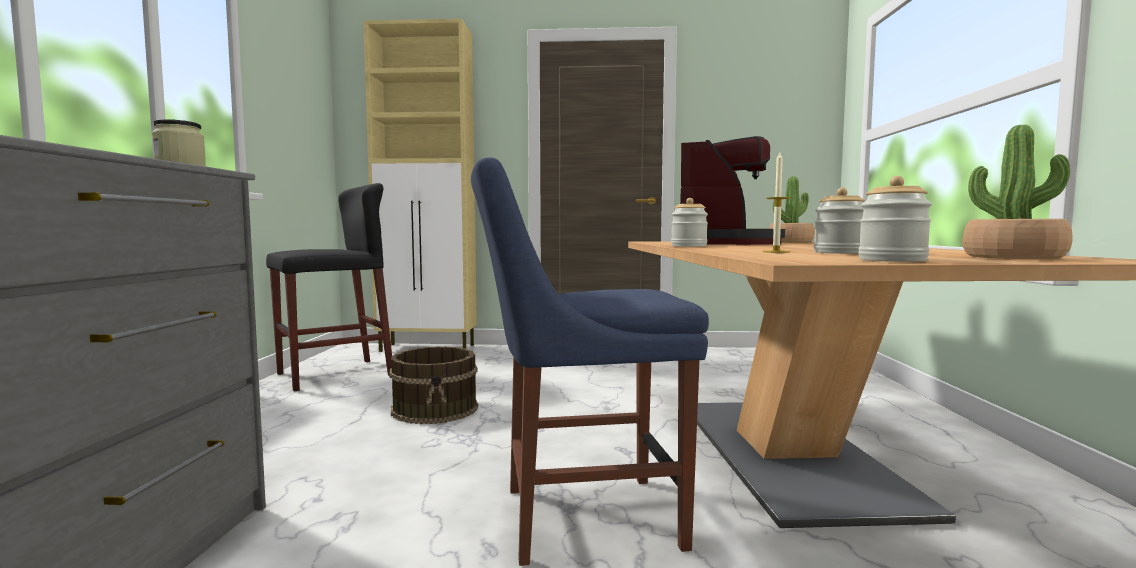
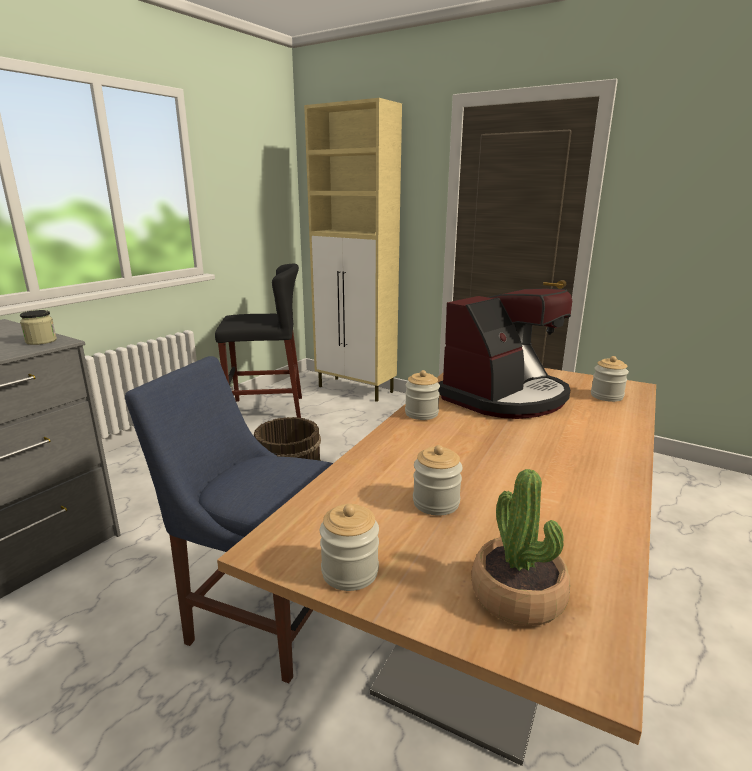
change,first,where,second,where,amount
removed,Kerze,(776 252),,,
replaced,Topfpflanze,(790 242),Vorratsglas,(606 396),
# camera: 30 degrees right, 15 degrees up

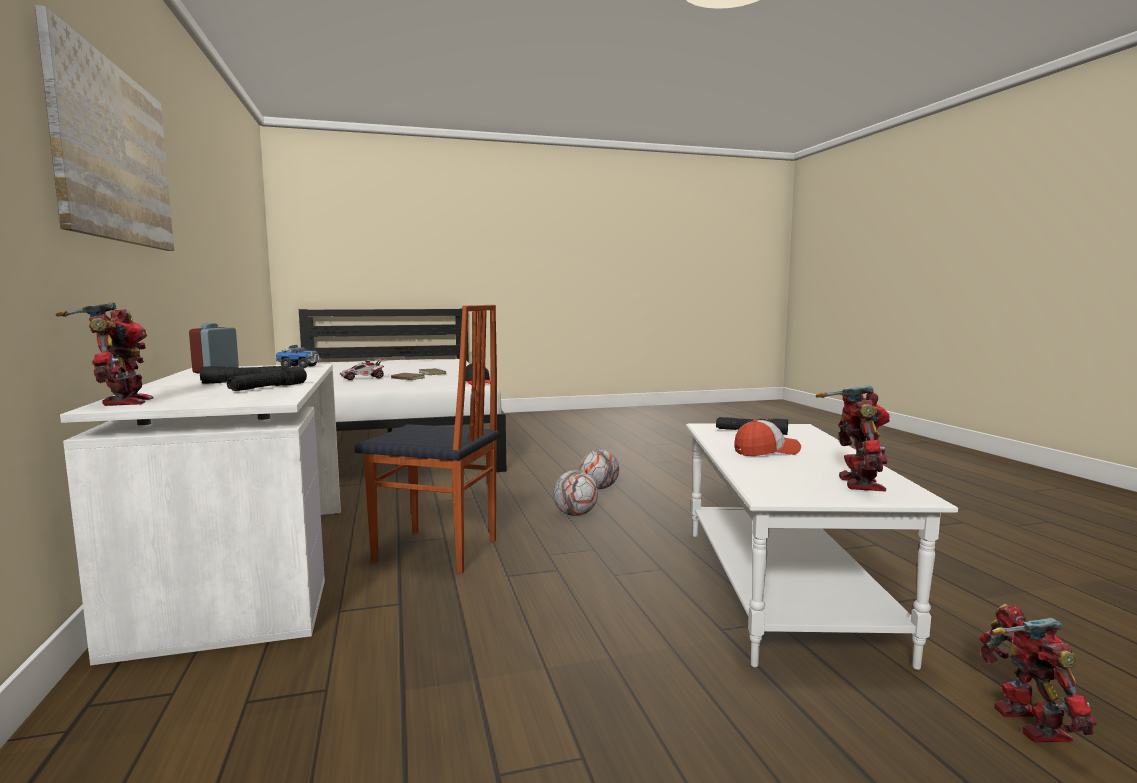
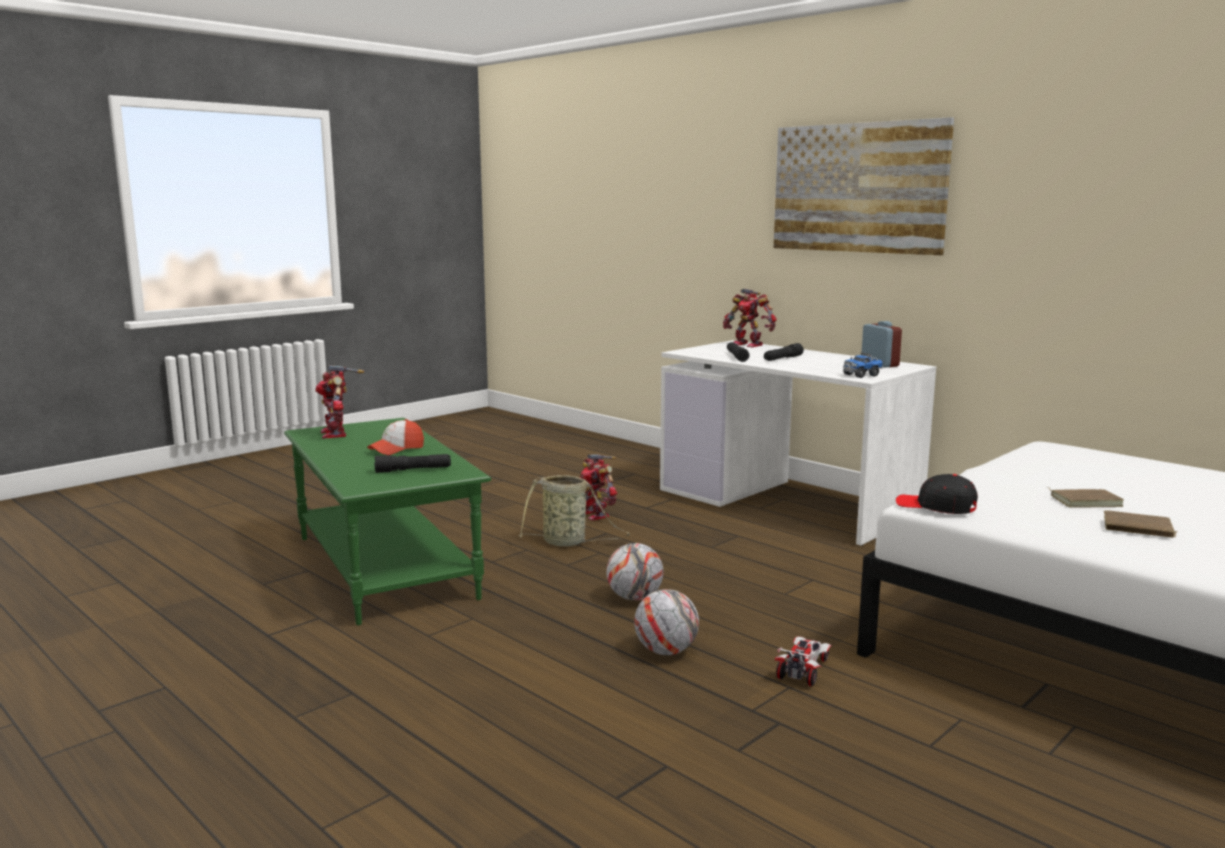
change,first,where,second,where,amount
moved,Spielzeugauto,(363 378),,(803 670),
removed,Stuhl,(436 552),,,
recoloured,Couchtisch [weiß],(779 588),Couchtisch [grün],(386 567),
moved,Spielzeugroboter,(1026 724),,(595 514),
added,,,Korb,(567 542),
# camera: 150 degrees right, 5 degrees up

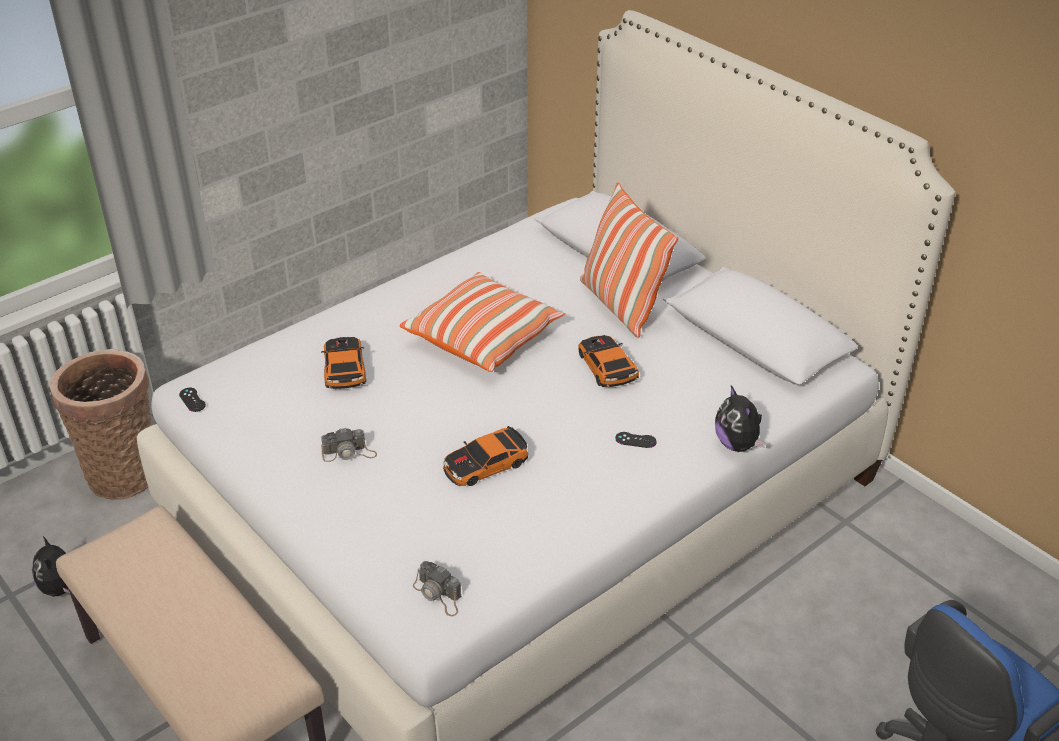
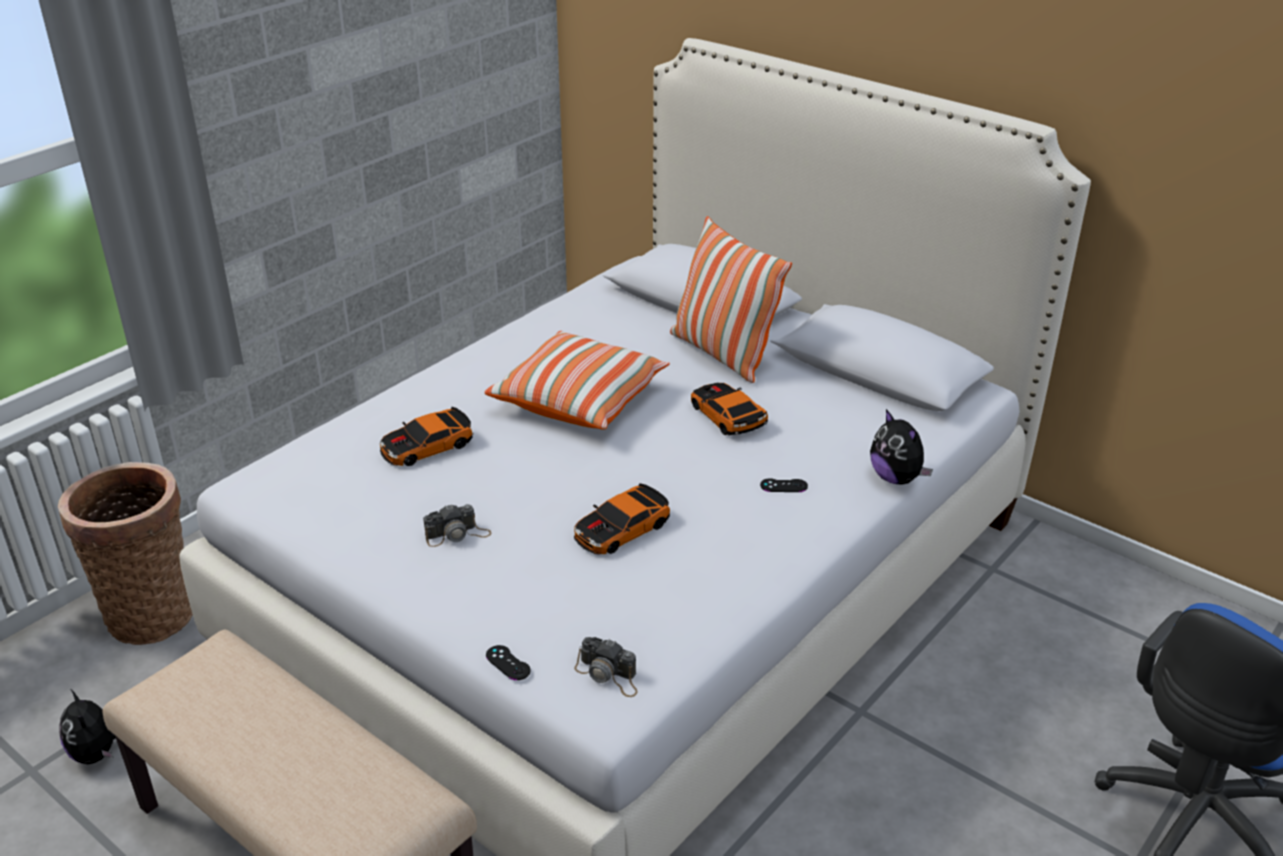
change,first,where,second,where,amount
moved,Gamepad [schwarz],(192 400),,(508 663),
turned,Spielzeugauto,(343 369),,(427 446),105 degrees counterclockwise
# camera: 10 degrees left, 5 degrees down

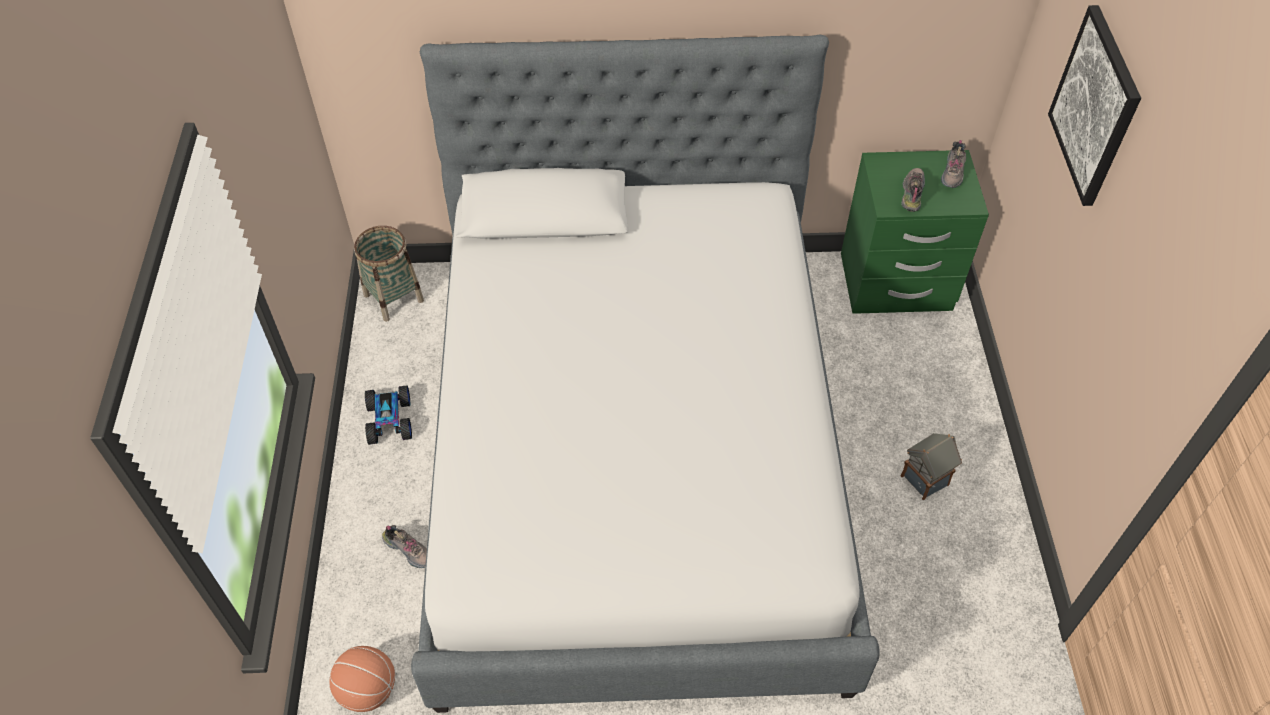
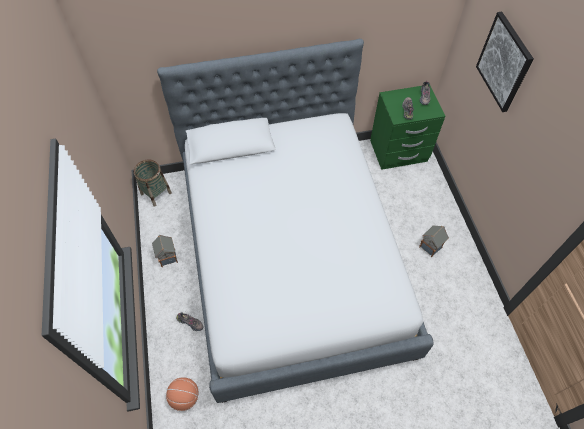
change,first,where,second,where,amount
replaced,Spielzeugauto,(391 420),Spielzeughaus,(168 257),
# camera: 10 degrees left, 5 degrees up

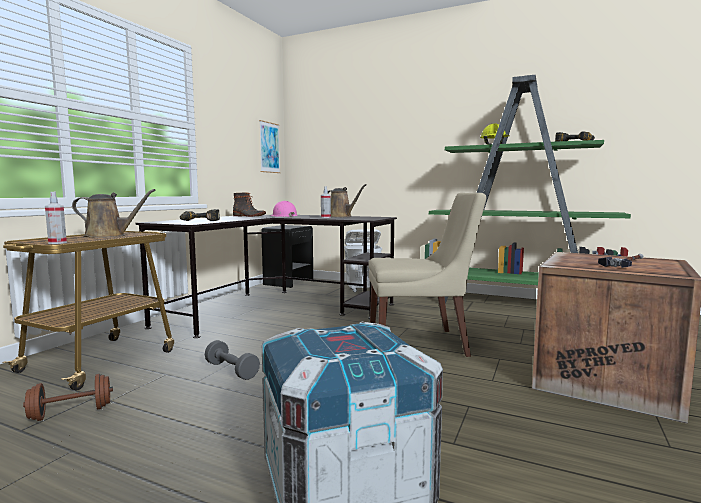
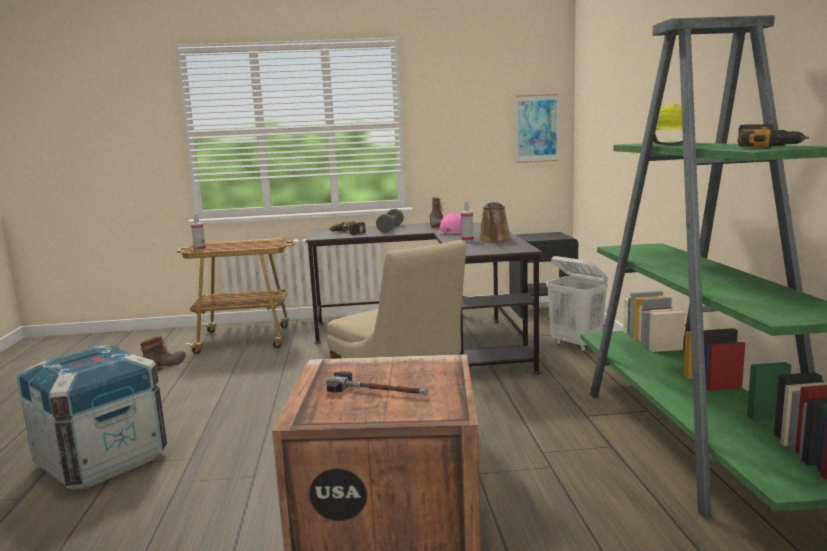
change,first,where,second,where,amount
replaced,Hantel [braun],(71 412),Stiefel,(166 365),
removed,Gießkanne [braun],(109 236),,,
moved,Hantel [grau],(231 370),,(390 229),
# camera: 60 degrees right, 5 degrees up

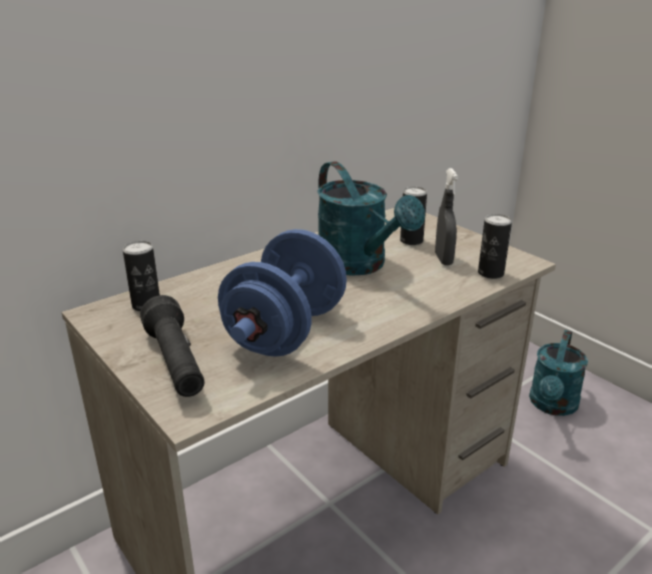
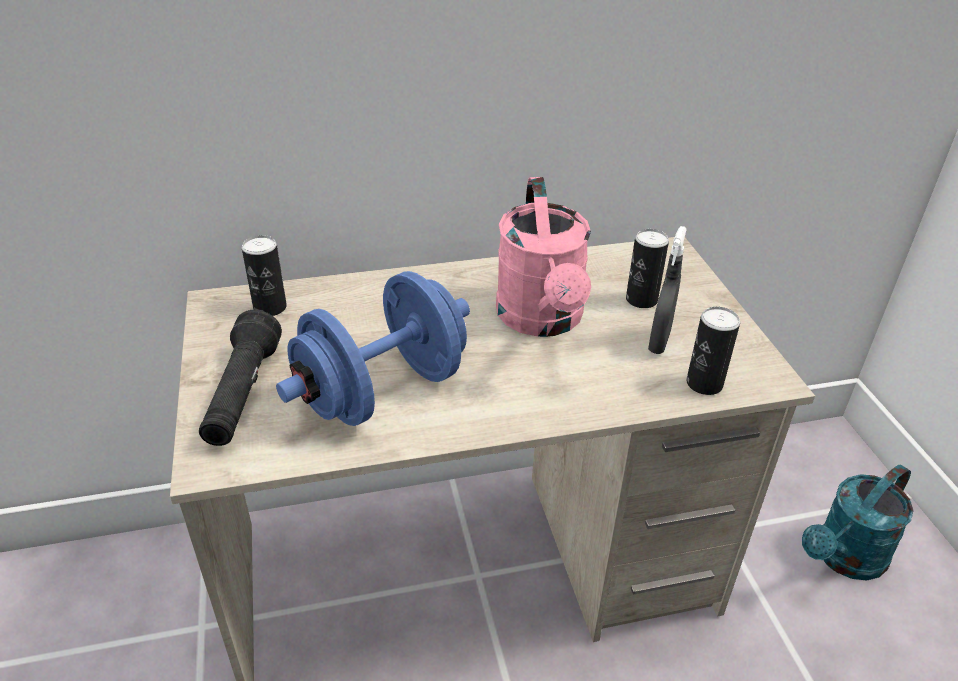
change,first,where,second,where,amount
recoloured,Gießkanne [türkis],(359 265),Gießkanne [rosa],(543 320),
# camera: 25 degrees right, 10 degrees up

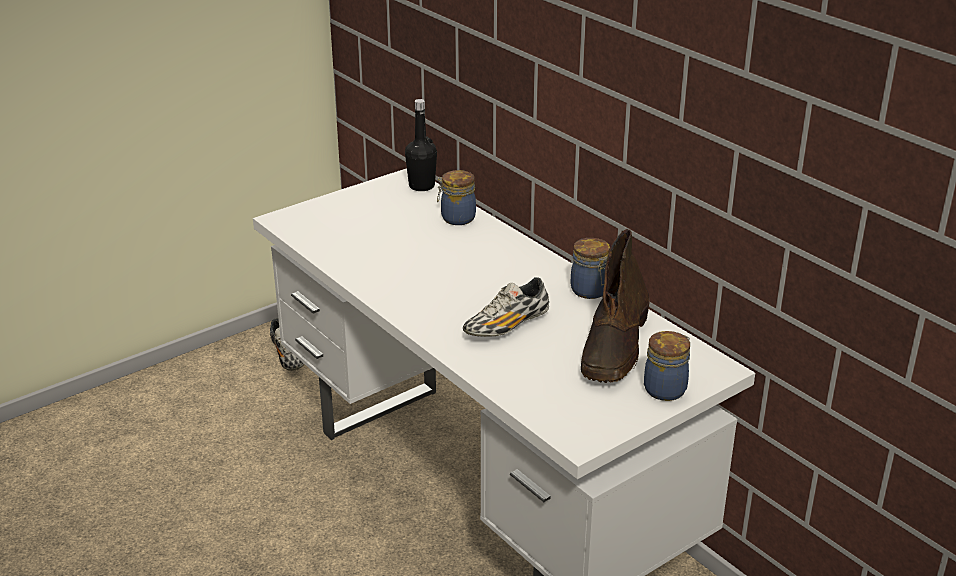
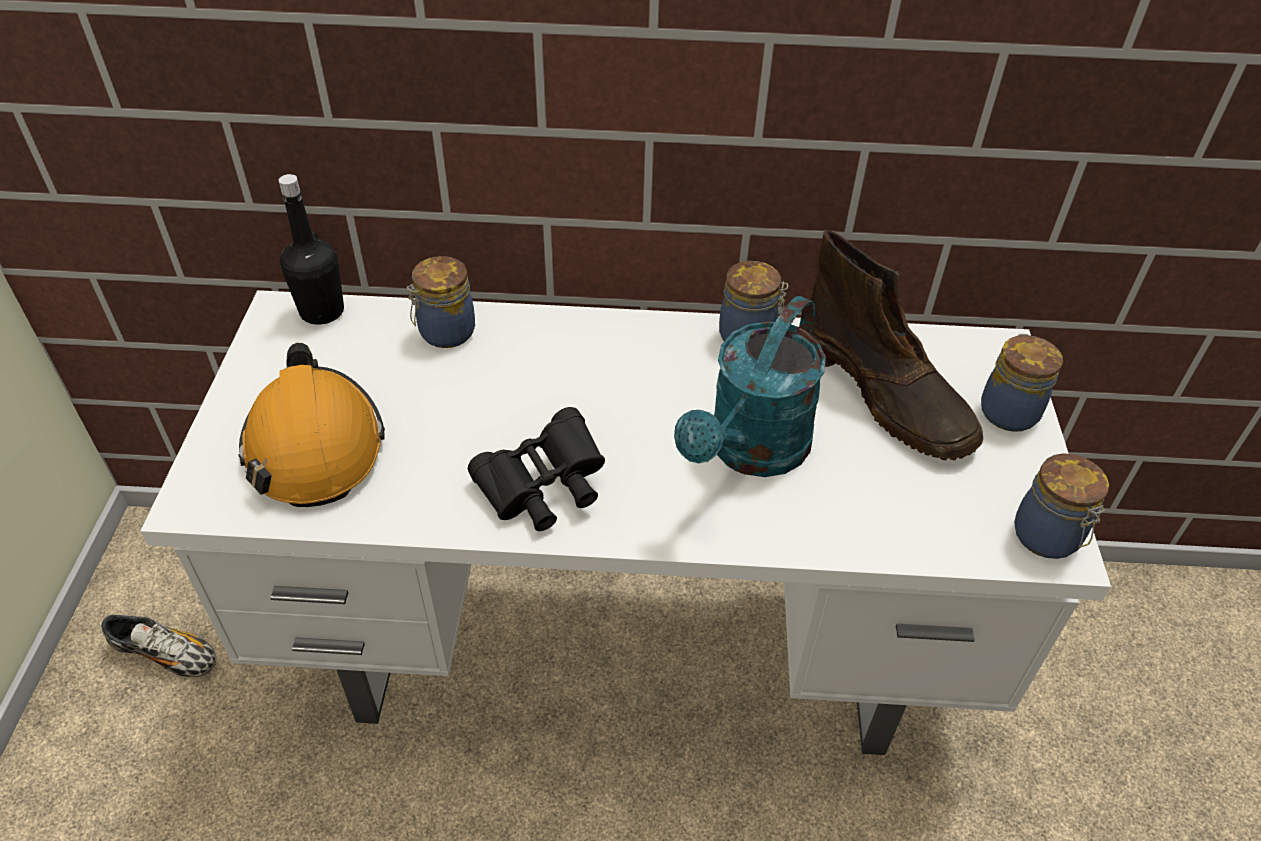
change,first,where,second,where,amount
replaced,Schuh,(507 326),Gießkanne [türkis],(750 452),
added,,,Schutzhelm [orange],(314 445),
added,,,Fernglas [schwarz],(543 489),
added,,,Vorratsglas,(1047 538),
# camera: 50 degrees left, 15 degrees up

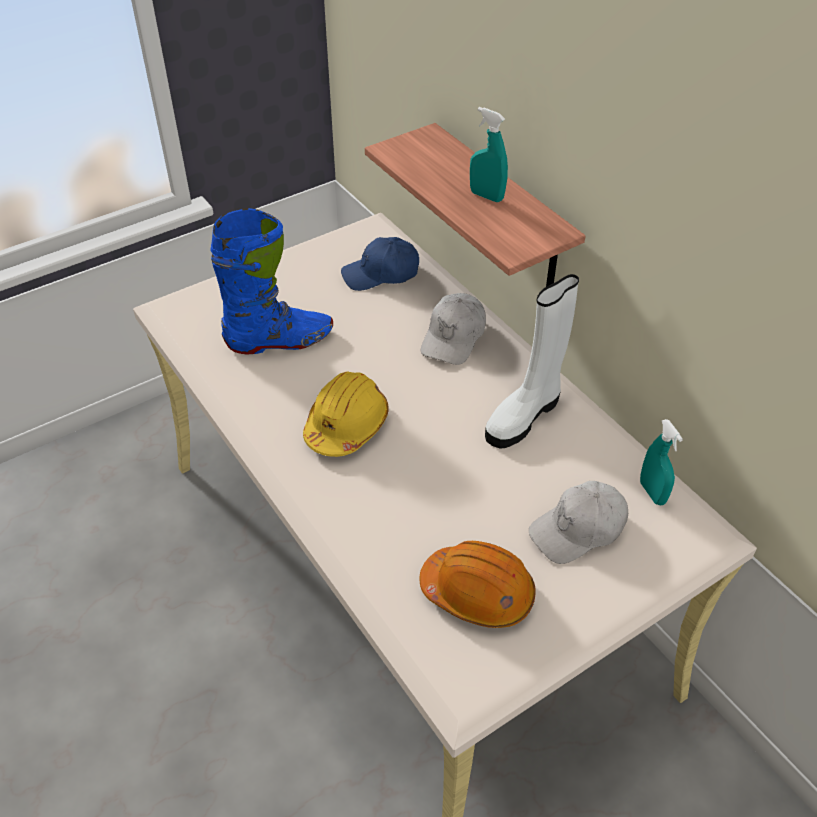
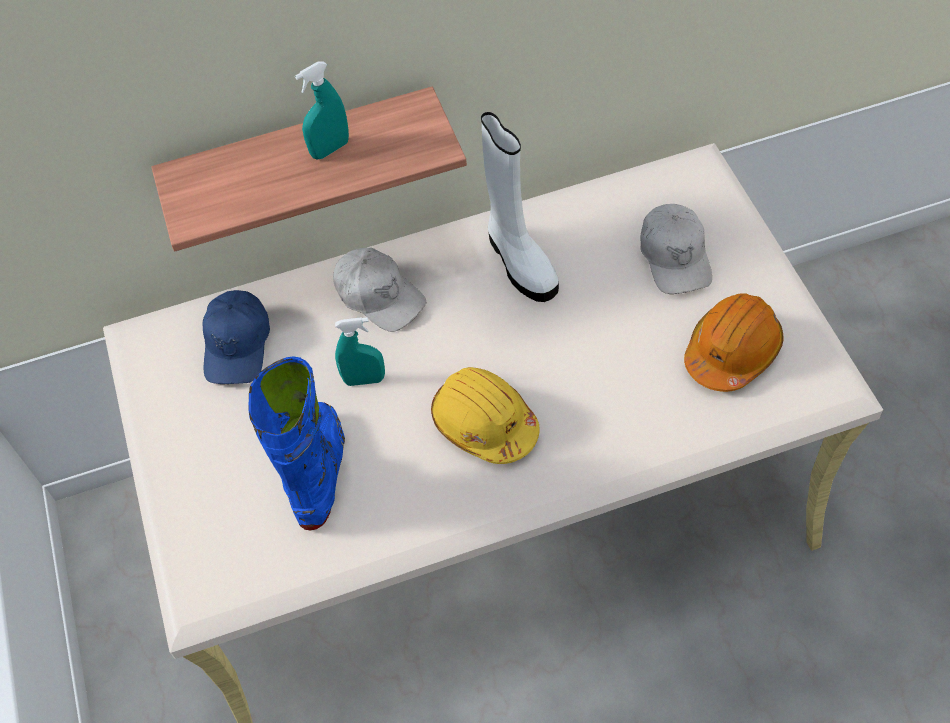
change,first,where,second,where,amount
moved,Sprühflasche [türkis],(652 493),,(364 380),
# camera: 70 degrees left, 10 degrees up

